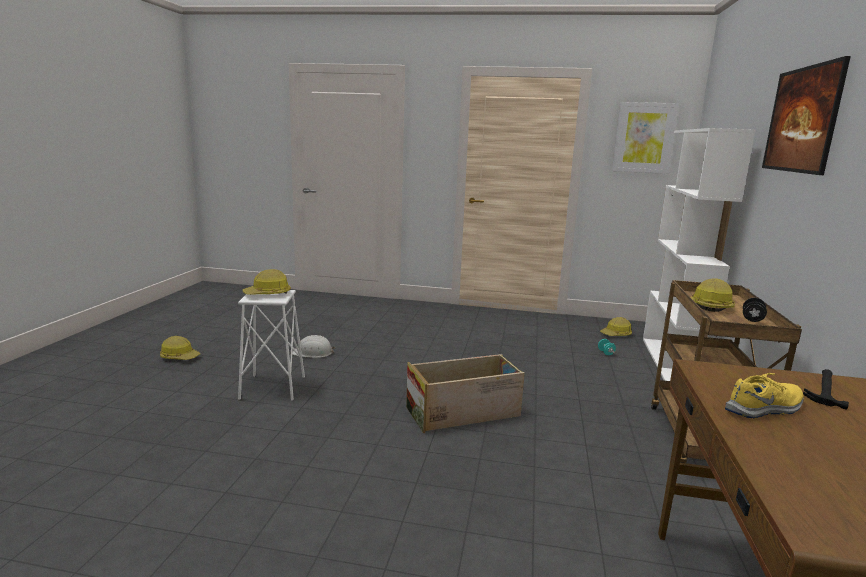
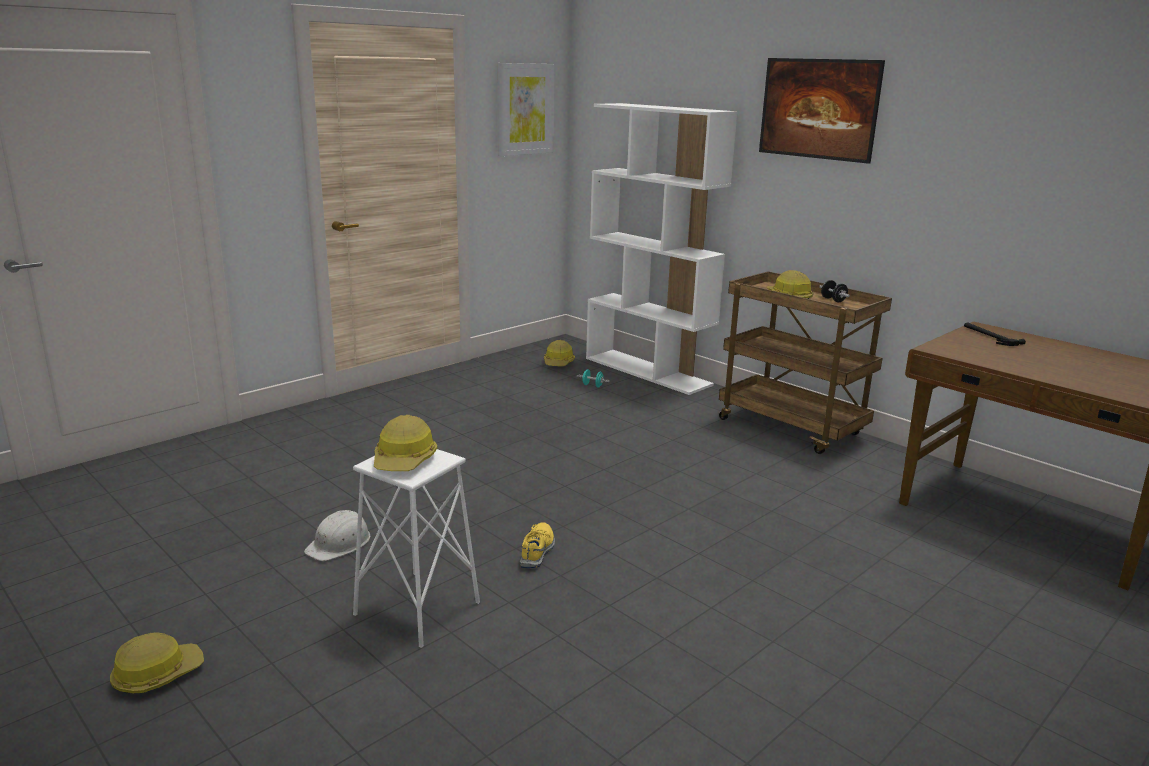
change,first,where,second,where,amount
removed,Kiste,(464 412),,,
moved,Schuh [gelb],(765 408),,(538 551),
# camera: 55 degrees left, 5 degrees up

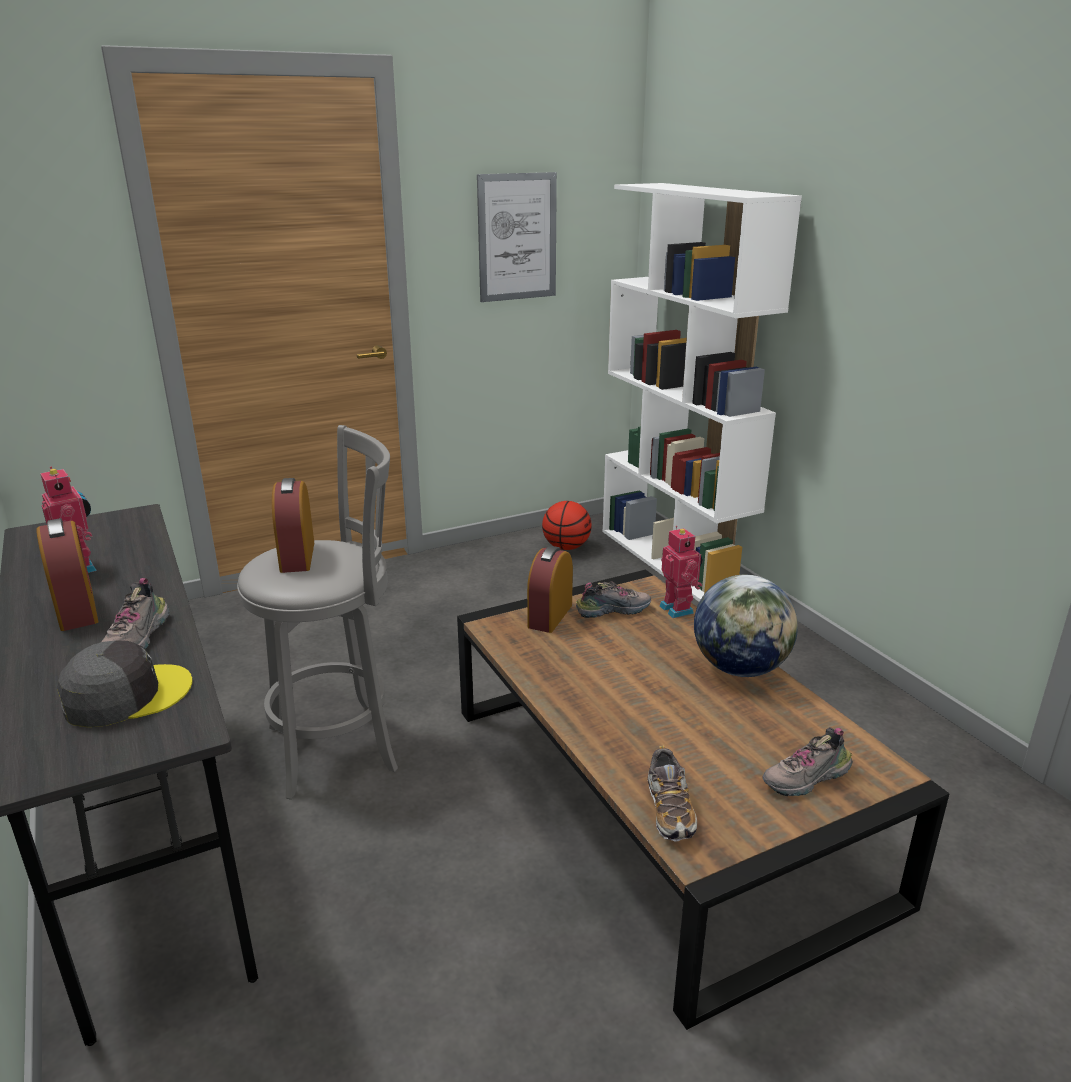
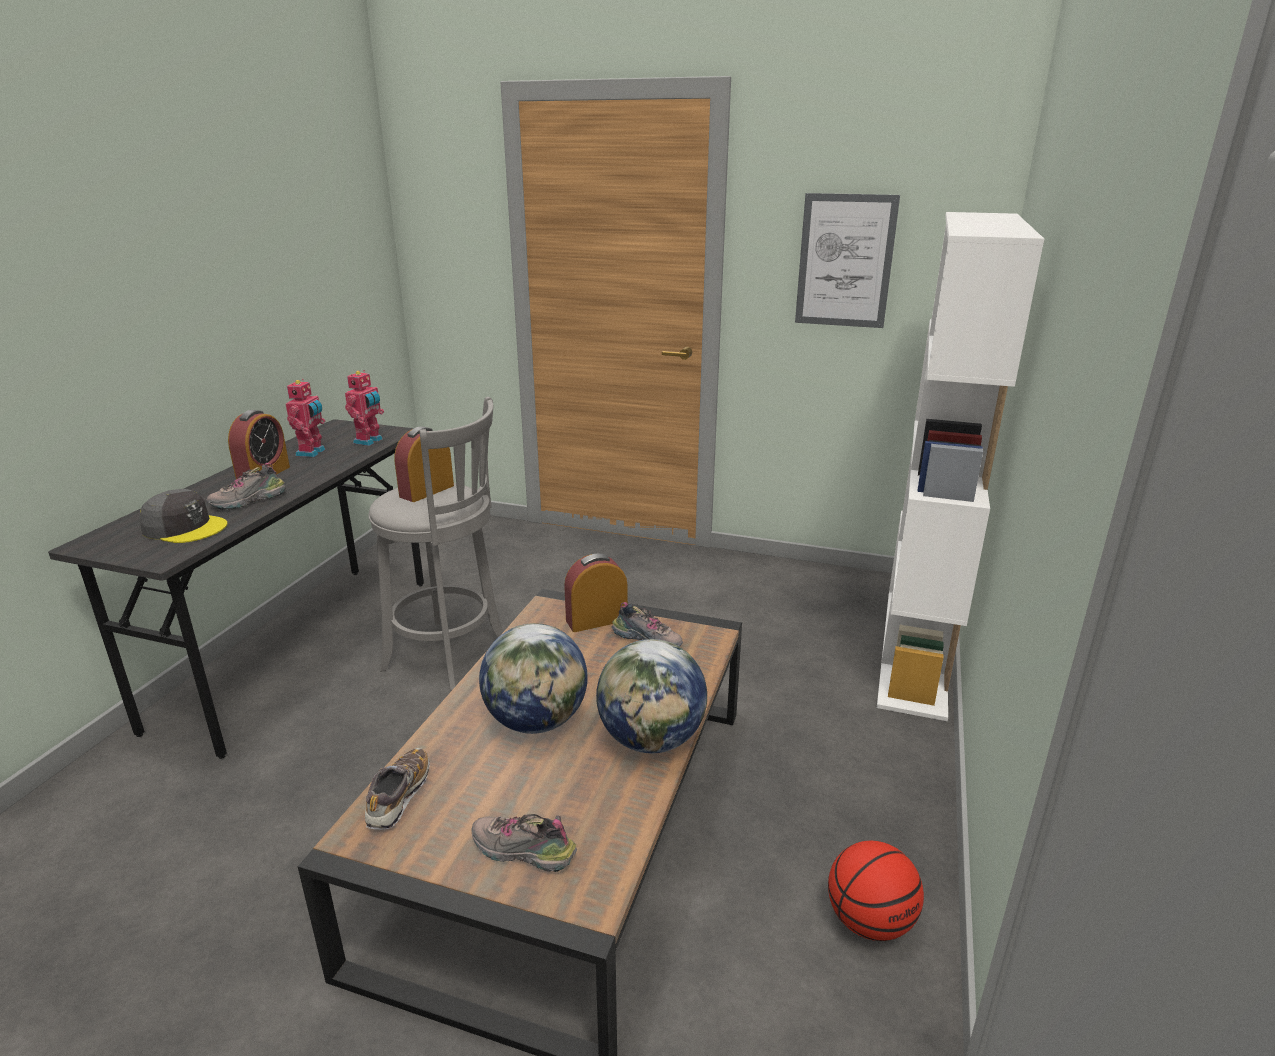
change,first,where,second,where,amount
moved,Basketball,(566 547),,(869 921),
turned,Schuh,(669 810),,(399 797),150 degrees clockwise
moved,Spielzeugroboter,(678 609),,(369 441),
added,,,Globus,(537 721),
# camera: 45 degrees right, 0 degrees up

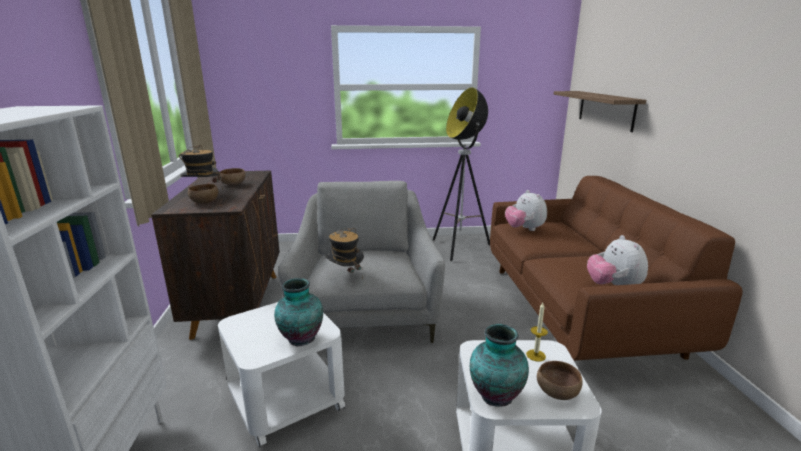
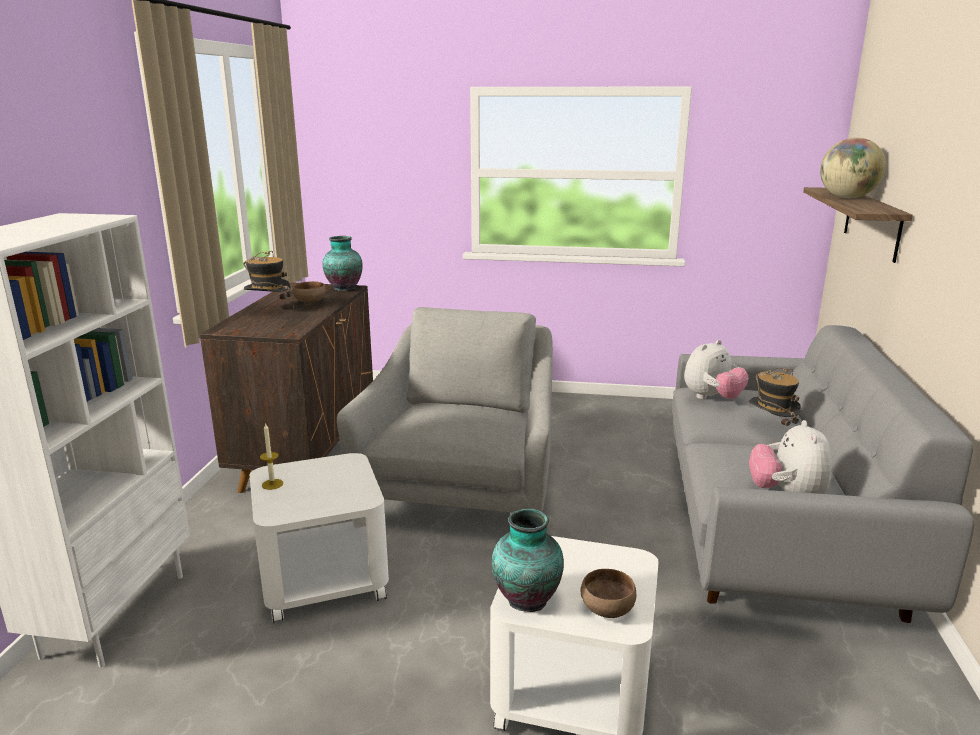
change,first,where,second,where,amount
removed,Schüssel [braun],(204 202),,,
moved,Vase,(300 338),,(343 288),
moved,Hut,(345 276),,(770 429),
removed,Stehlampe,(460 248),,,
recoloured,Sofa [braun],(577 308),Sofa [grau],(774 526),
turned,Plüschtier,(524 229),,(712 398),120 degrees counterclockwise
moved,Kerze,(535 355),,(272 484),
added,,,Globus,(847 198),
# camera: 15 degrees right, 0 degrees up

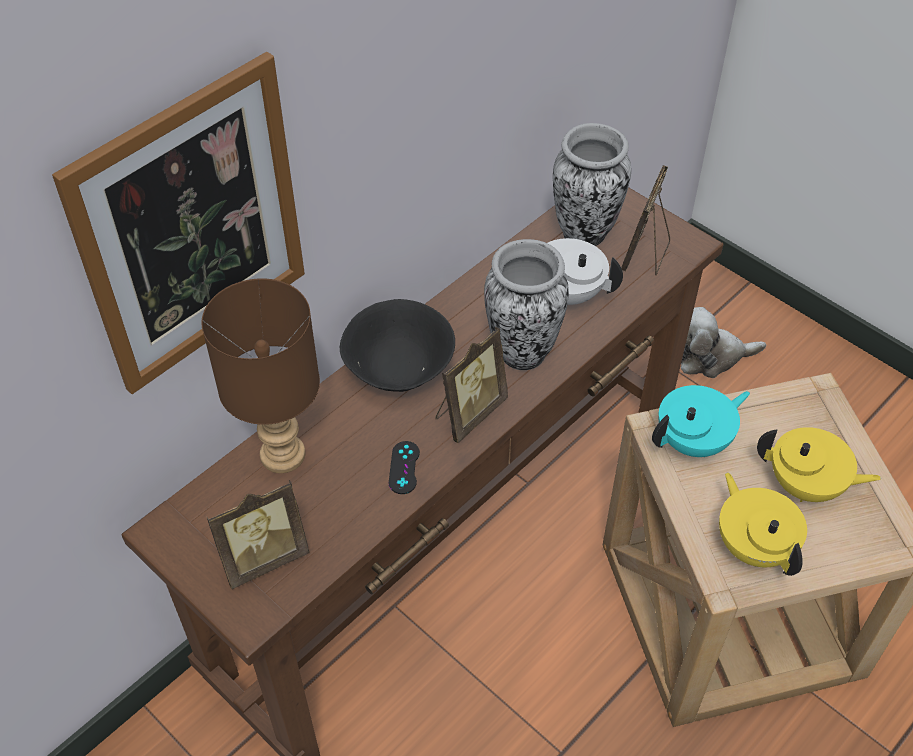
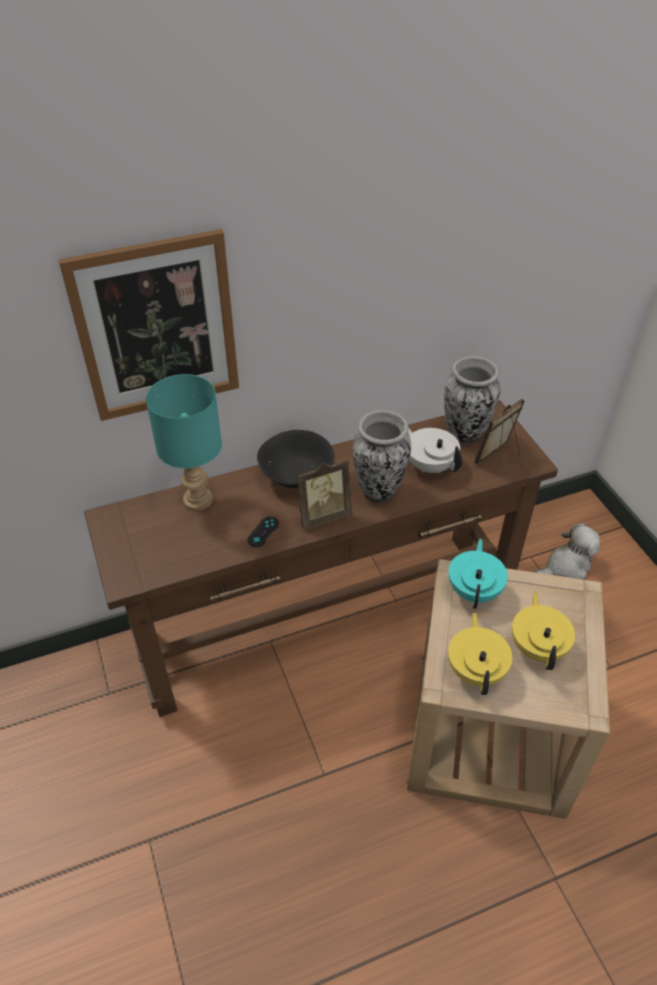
change,first,where,second,where,amount
recoloured,Tischlampe [braun],(284 455),Tischlampe [türkis],(198 500),
removed,Bilderrahmen,(263 557),,,
turned,Teekanne [türkis],(694 441),,(474 591),75 degrees counterclockwise
turned,Plüschtier,(711 356),,(566 565),135 degrees clockwise
turned,Teekanne [gelb],(806 486),,(538 647),135 degrees counterclockwise
# camera: 25 degrees right, 5 degrees down

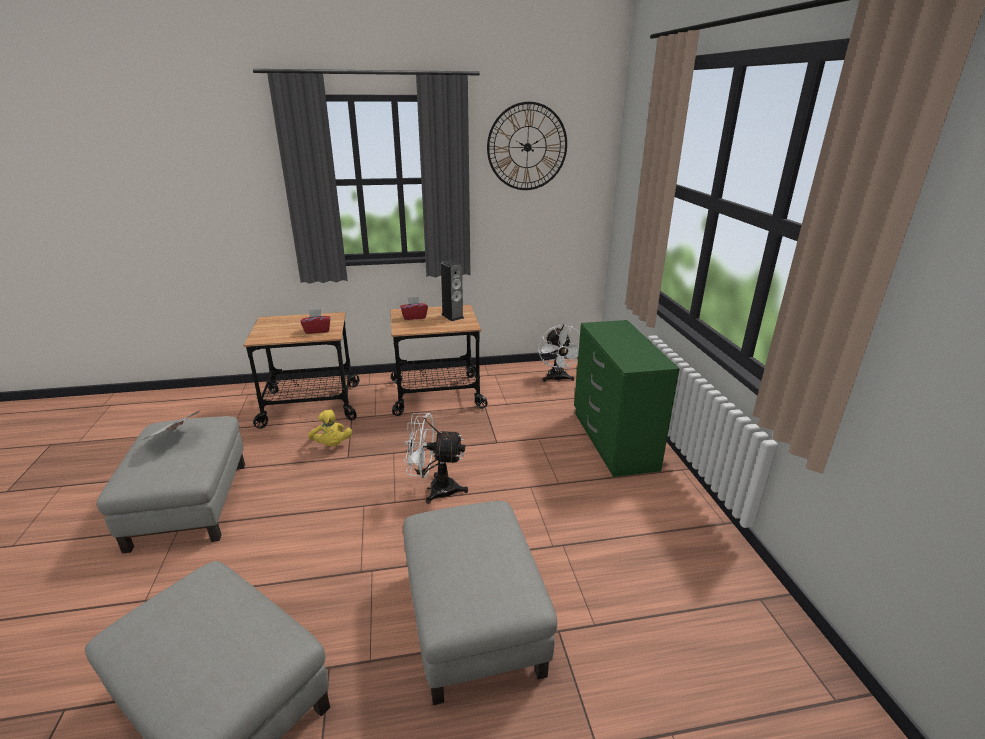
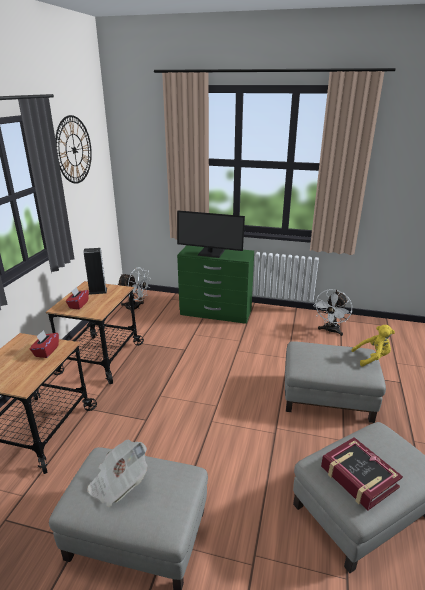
change,first,where,second,where,amount
moved,Plüschtier [gelb],(332 445),,(372 358),
moved,Ventilator [weiß],(435 489),,(330 331),
added,,,Monitor,(211 253),
added,,,Buch,(358 477),
# camera: 65 degrees left, 0 degrees up

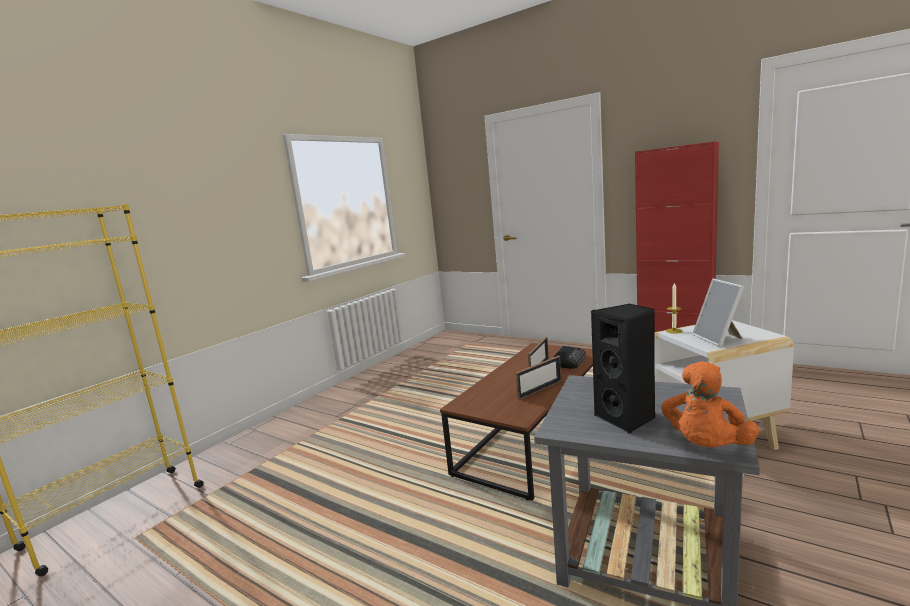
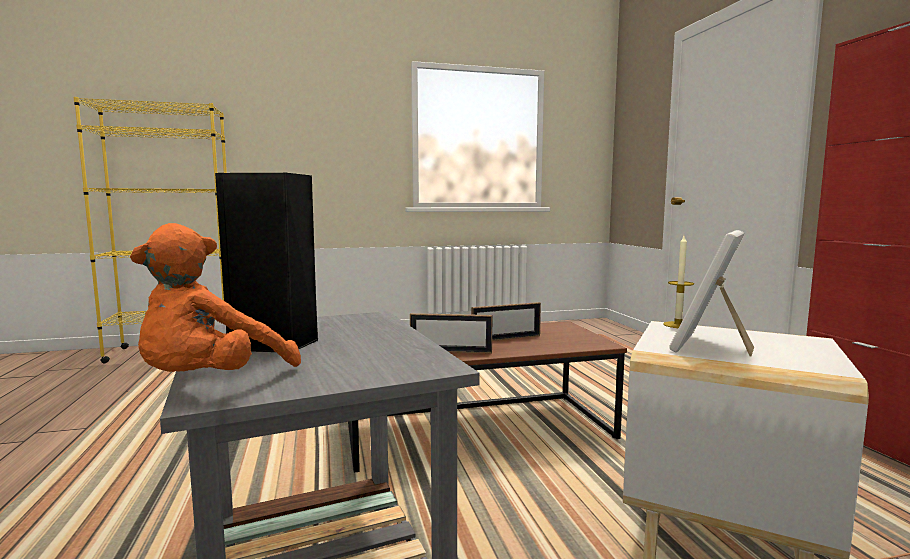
change,first,where,second,where,amount
removed,Radio,(569 361),,,
turned,Plüschtier [orange],(705 447),,(212 383),45 degrees counterclockwise
# camera: 40 degrees right, 5 degrees down

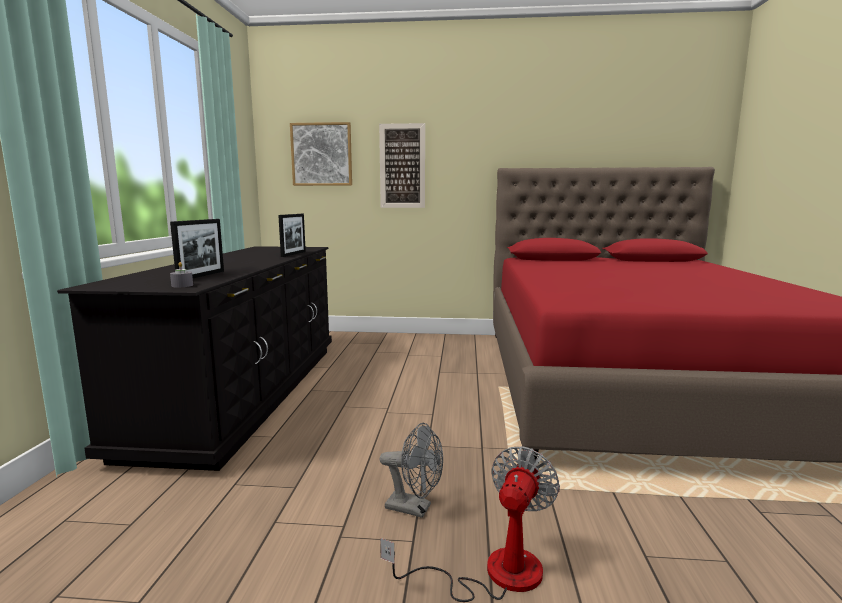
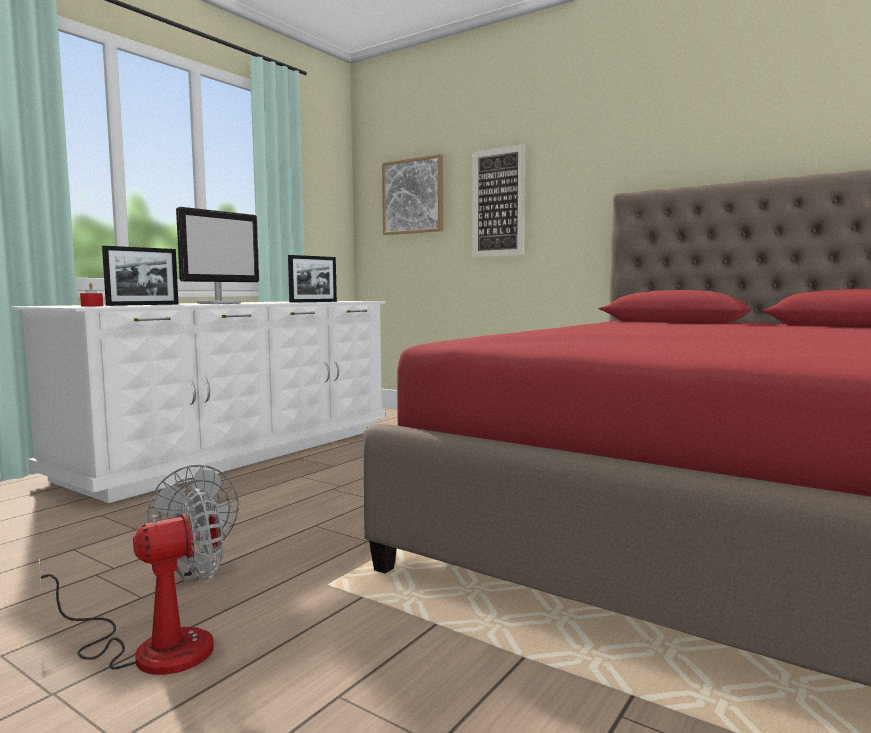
change,first,where,second,where,amount
recoloured,Kommode [schwarz],(246 393),Kommode [weiß],(238 451),
recoloured,Kerze [grau],(182 285),Kerze [rot],(92 306),
added,,,Monitor,(219 303),
# camera: 30 degrees right, 5 degrees down

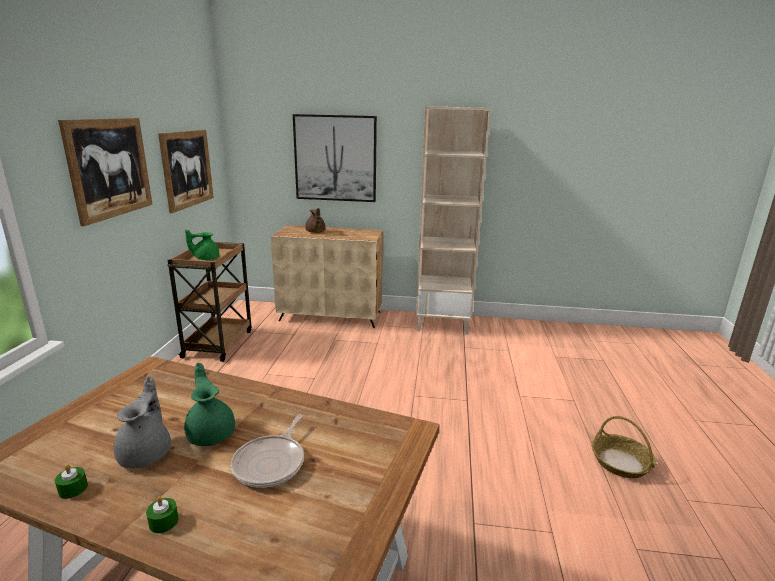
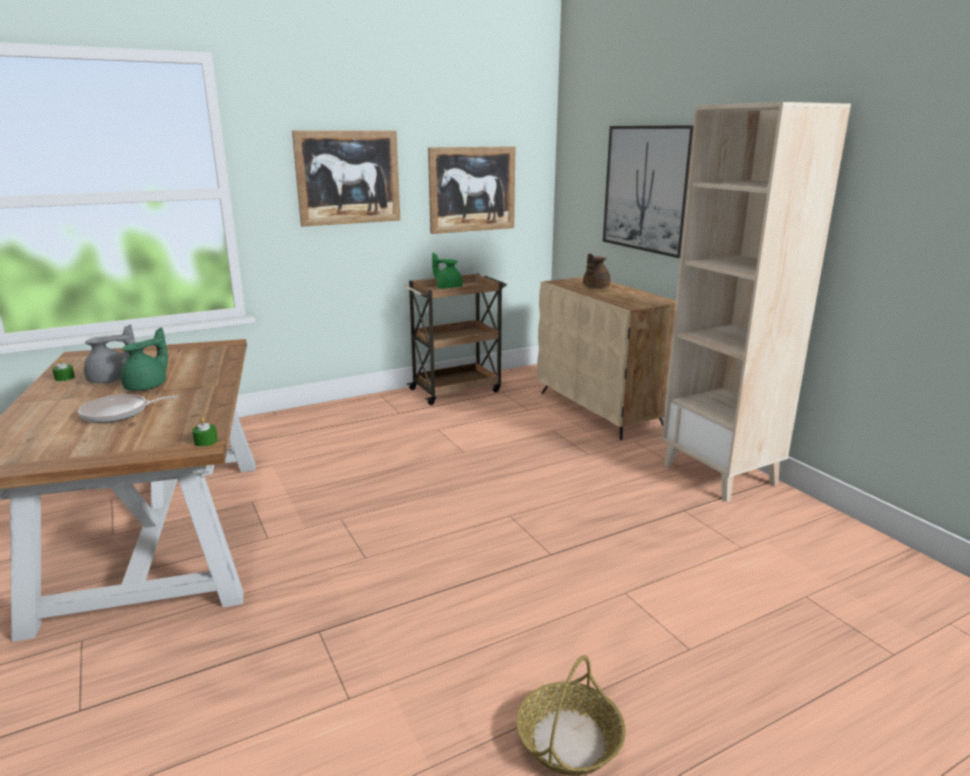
change,first,where,second,where,amount
moved,Kerze [grün],(163 522),,(206 441),
# camera: 55 degrees right, 0 degrees up

